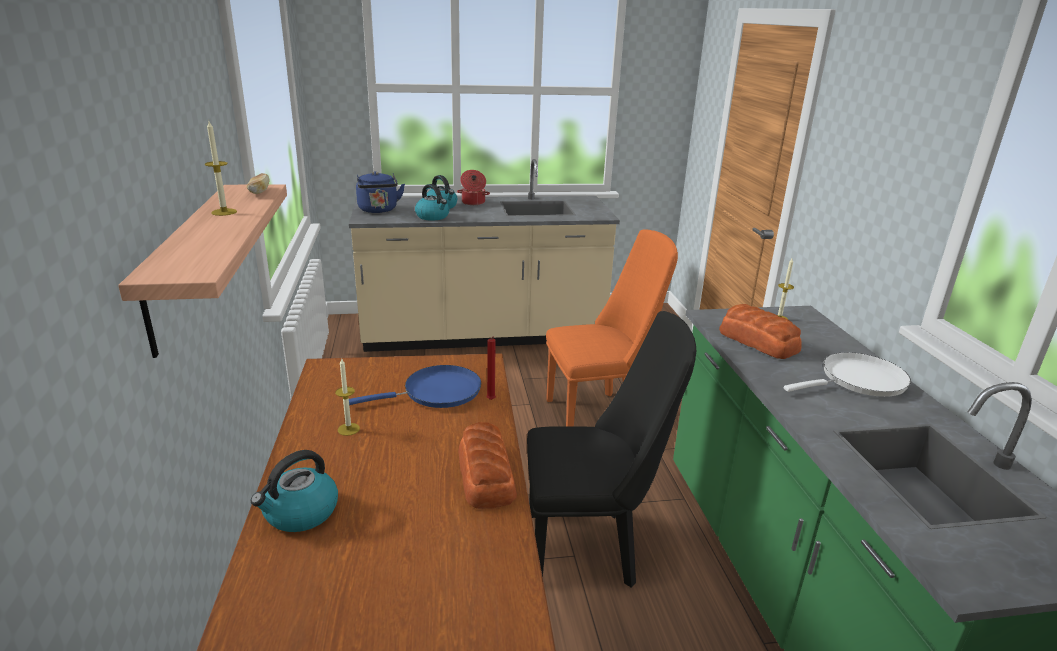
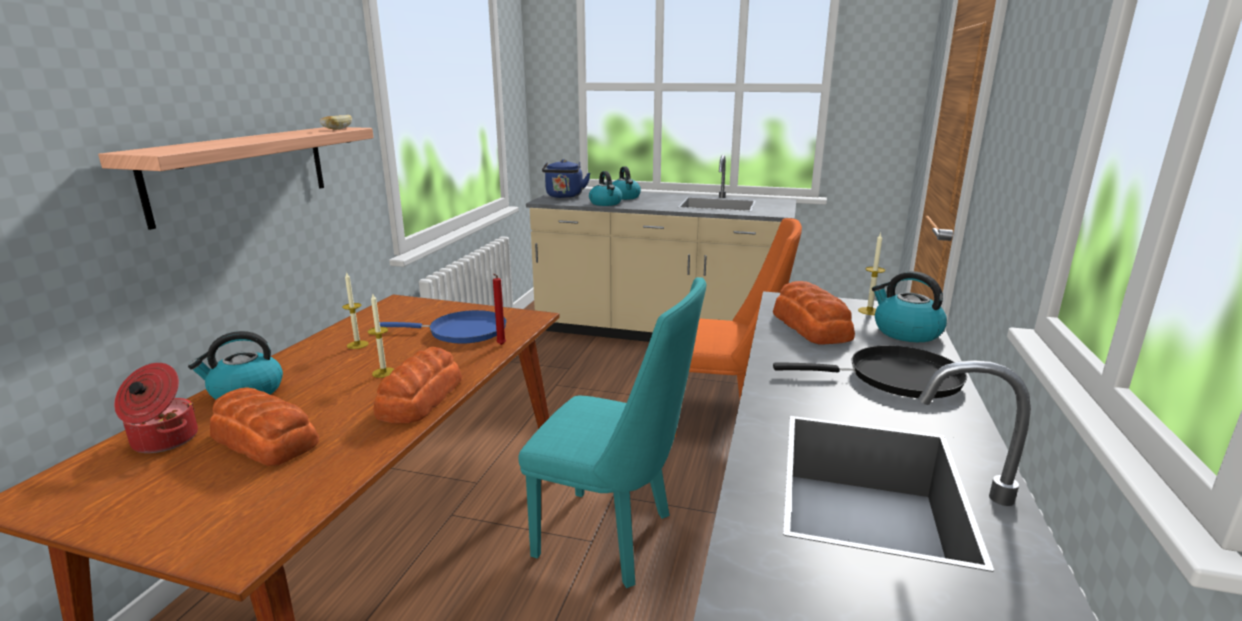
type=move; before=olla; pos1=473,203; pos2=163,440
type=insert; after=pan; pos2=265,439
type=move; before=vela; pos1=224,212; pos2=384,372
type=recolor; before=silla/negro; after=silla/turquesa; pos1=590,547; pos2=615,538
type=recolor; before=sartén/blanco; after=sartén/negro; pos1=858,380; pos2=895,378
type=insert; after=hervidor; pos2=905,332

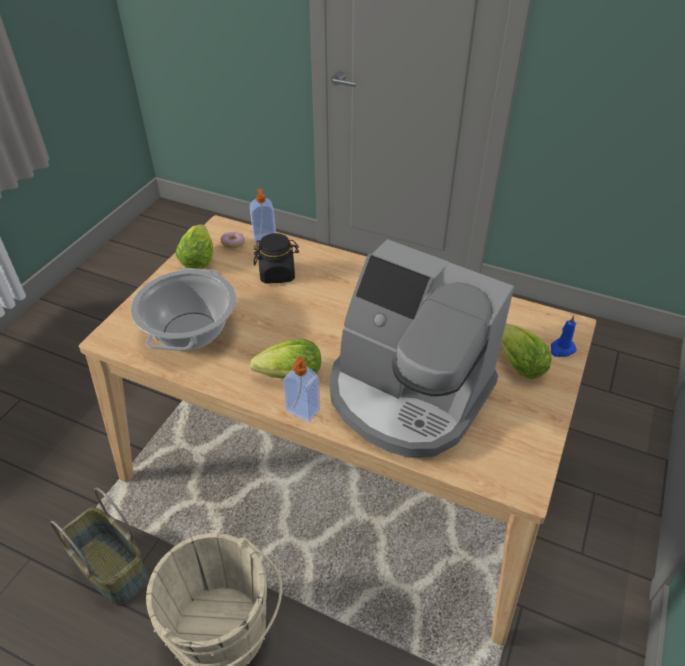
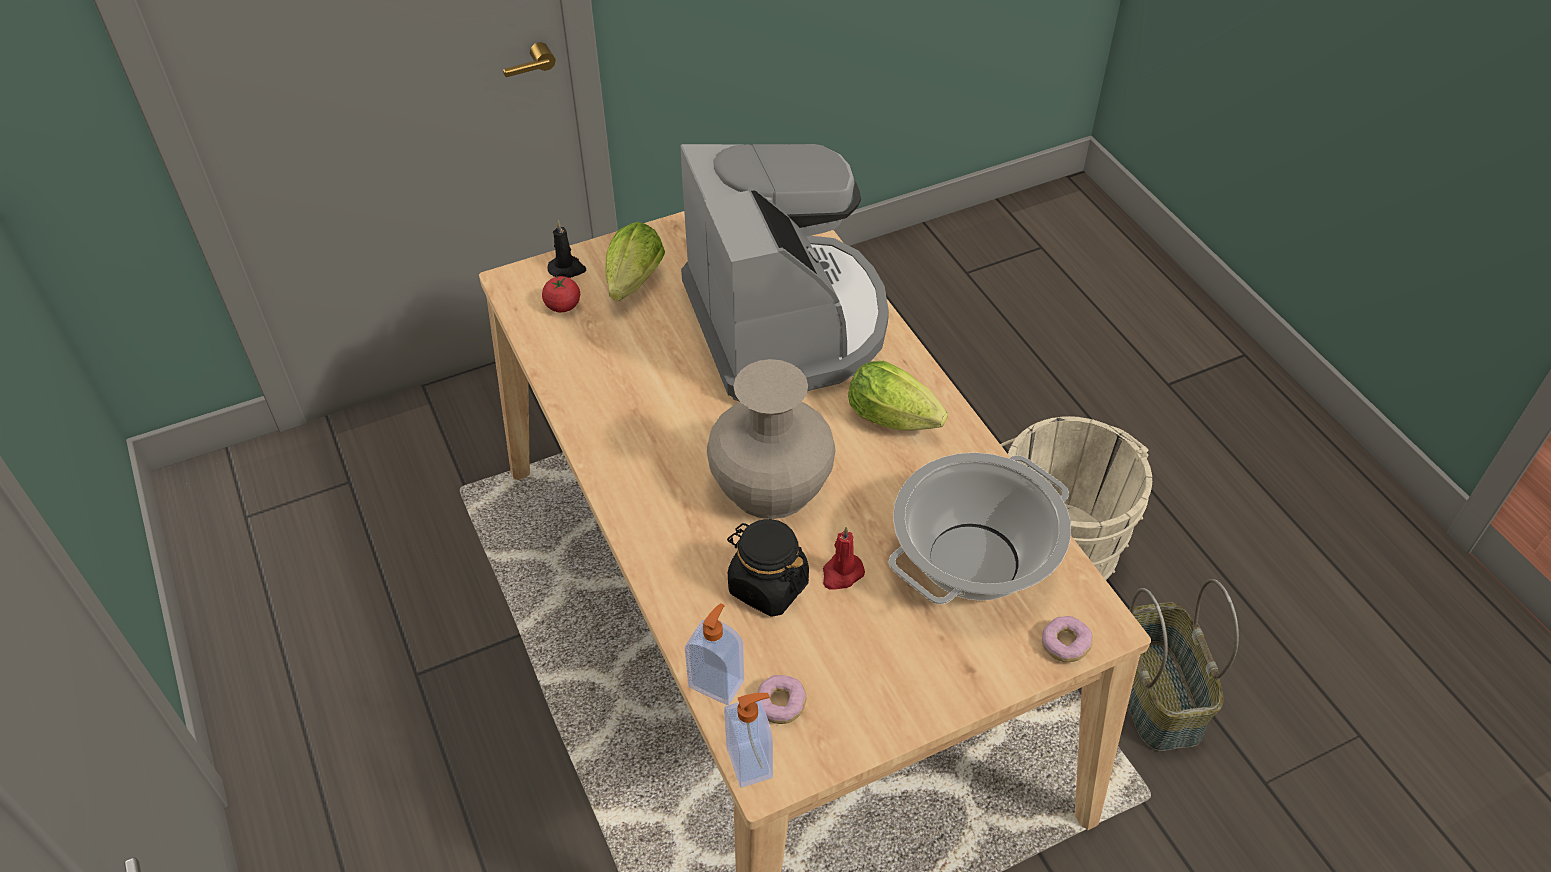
type=insert; after=tomate; pos2=563,306
type=recolor; before=vela/azul; after=vela/negro; pos1=561,349; pos2=567,269
type=insert; after=florero/beis; pos2=771,485
type=move; before=dispensador de jabón; pos1=302,411; pos2=751,762
type=insert; after=vela/rojo; pos2=841,574
type=insert; after=rosquilla; pos2=1065,645
type=delete; before=lechuga; pos1=199,258

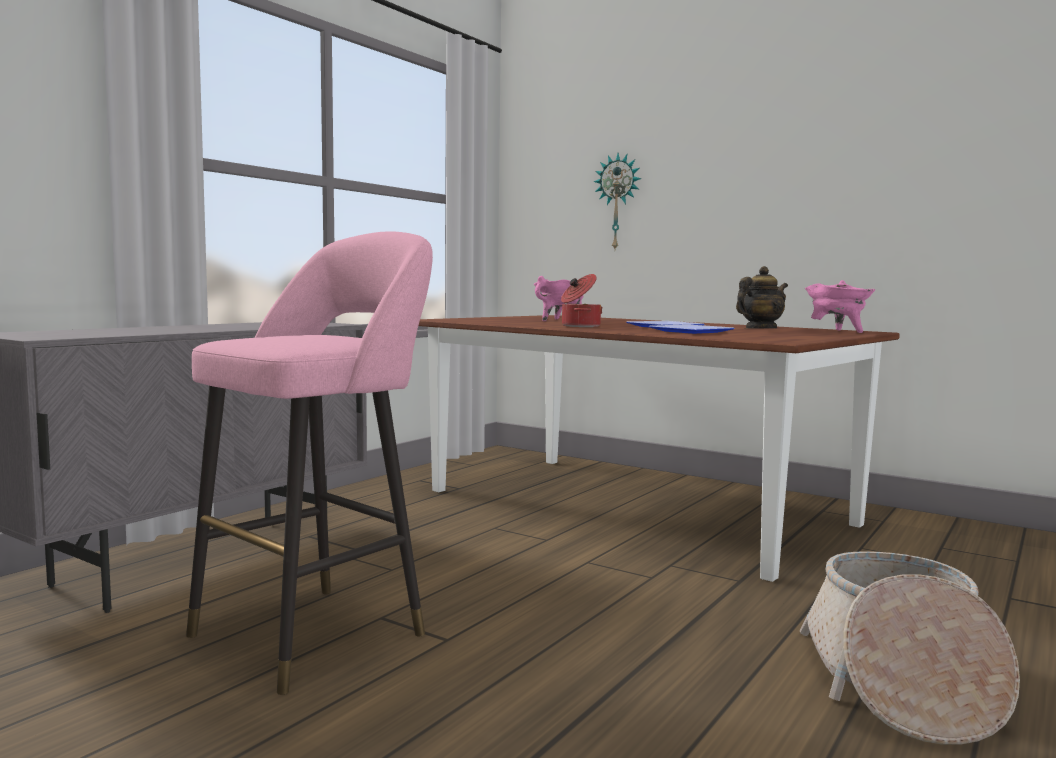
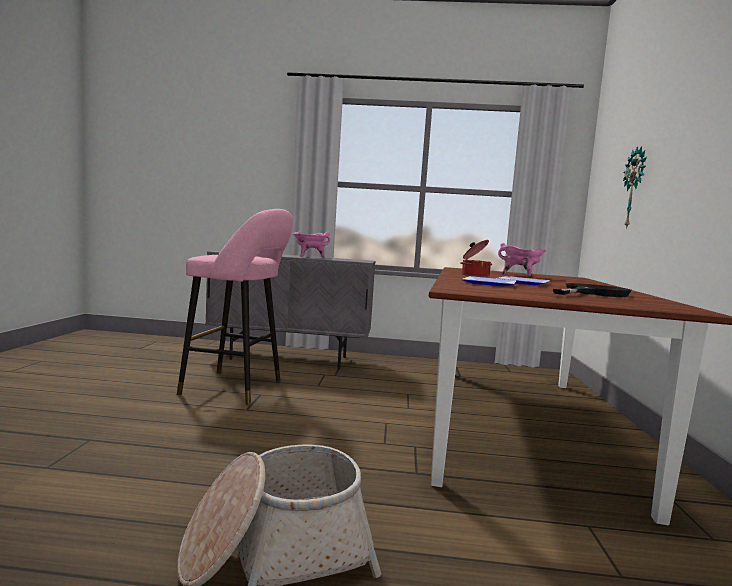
type=move; before=olla/rosa; pos1=838,331; pos2=309,256
type=replace; before=tetera; after=sartén/negro; pos1=760,329; pos2=591,293

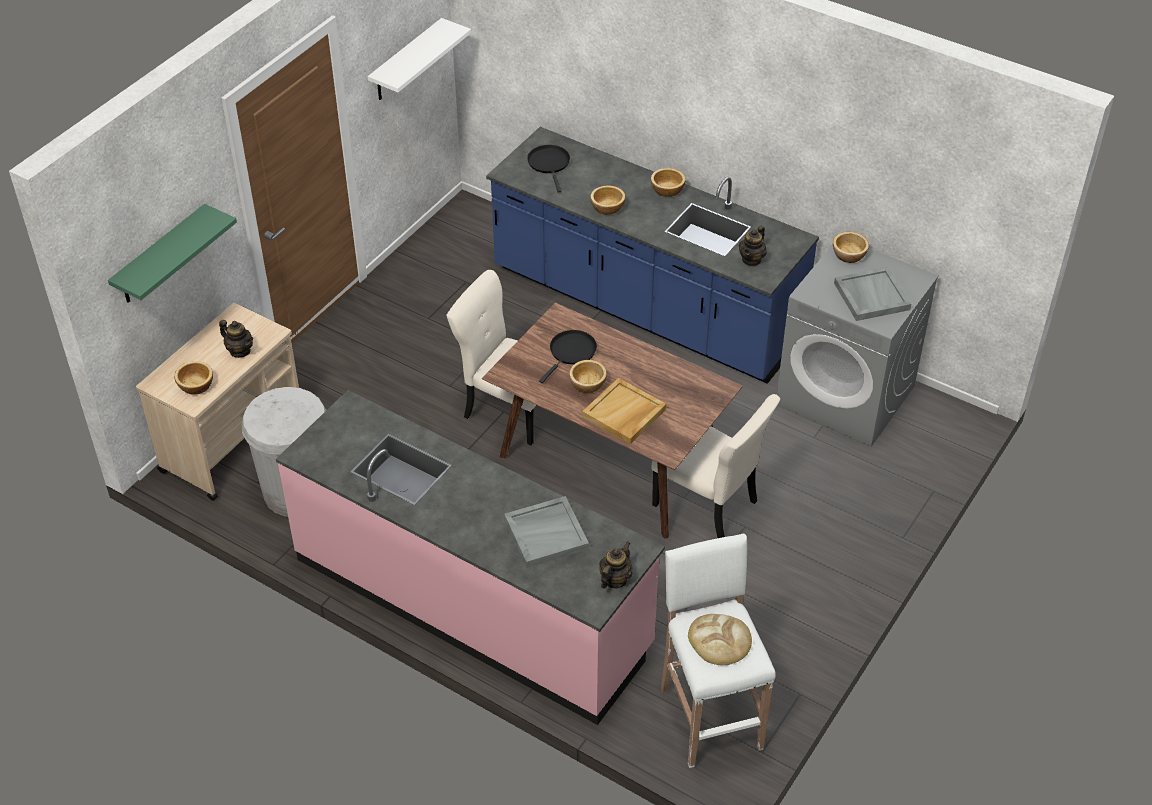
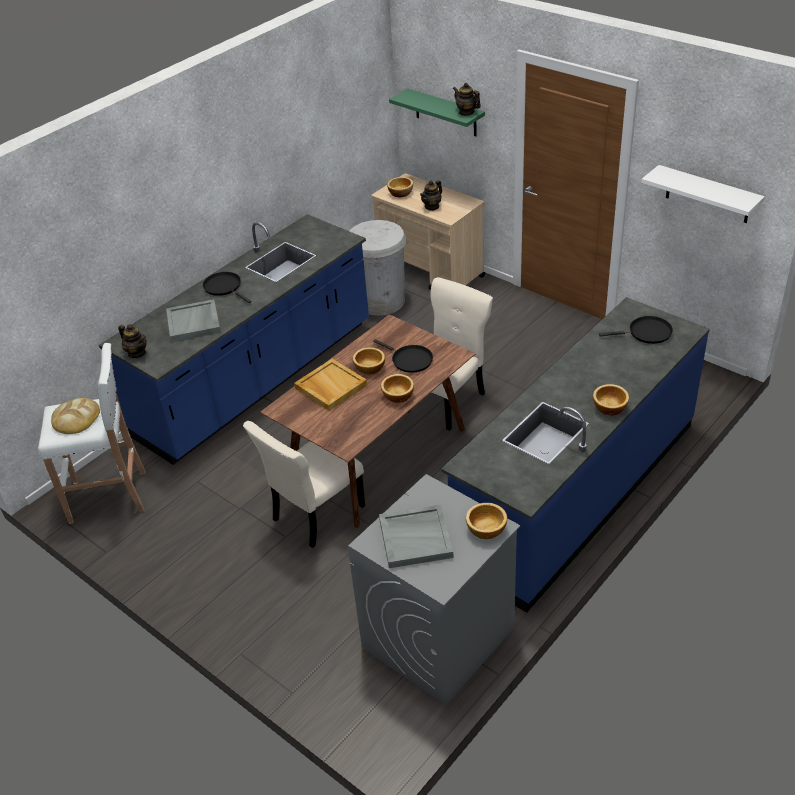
type=recolor; before=mueble bajo de cocina/rosa; after=mueble bajo de cocina/azul; pos1=473,602; pos2=257,380
type=insert; after=sartén/negro; pos2=224,287
type=move; before=cuenco; pos1=607,208; pos2=397,395
type=move; before=tetera; pos1=751,260; pos2=466,112

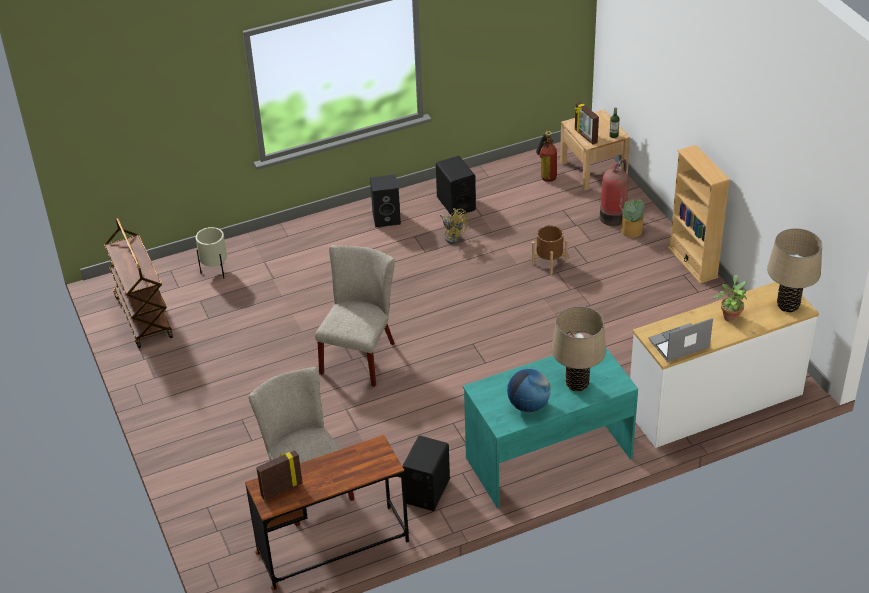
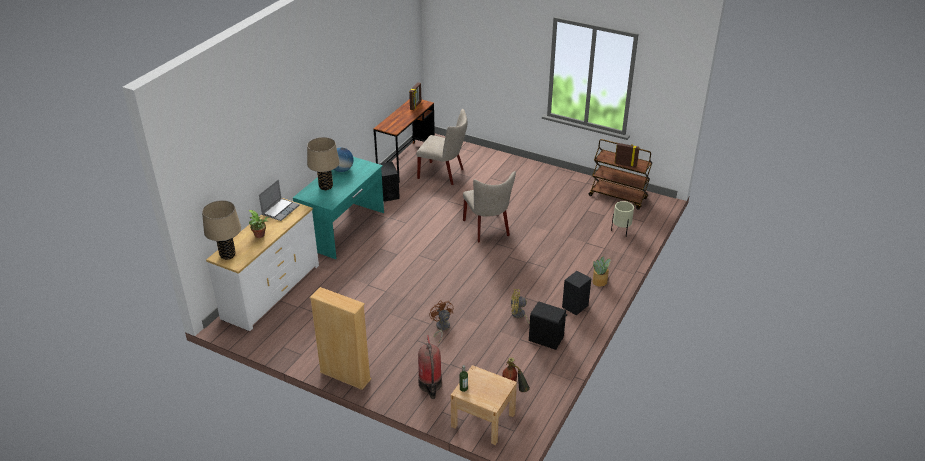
type=replace; before=maceta/marrón; after=ventilador/marrón; pos1=549,262; pos2=441,328
type=move; before=planta en maceta; pos1=631,231; pos2=600,281
type=move; before=portarretratos; pos1=585,136; pos2=625,164

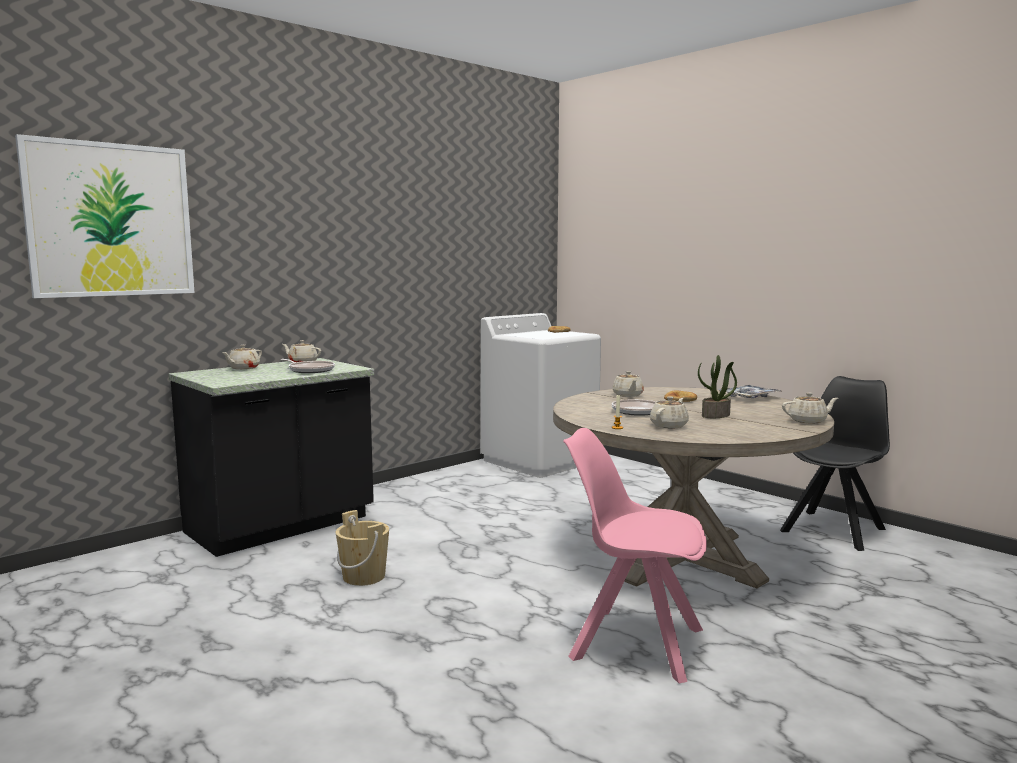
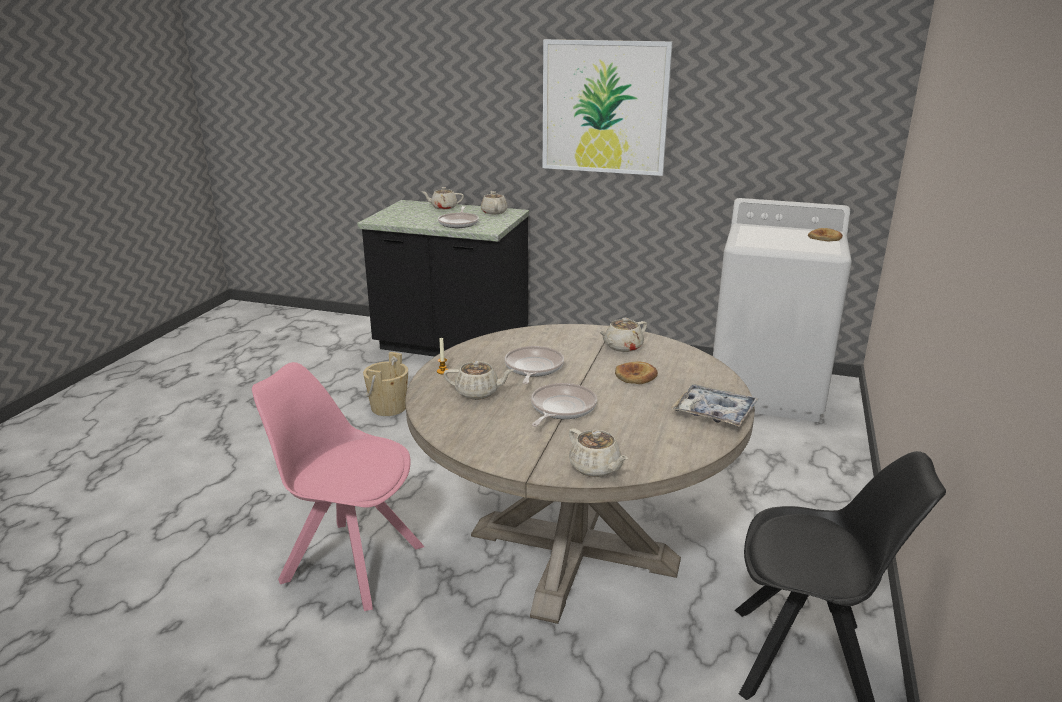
type=rotate; before=silla/rosa; pos1=633,643; pos2=349,562; turn=-60
type=replace; before=planta en maceta; after=sartén; pos1=716,415; pos2=561,408
type=move; before=cuadro; pos1=110,220; pos2=604,107

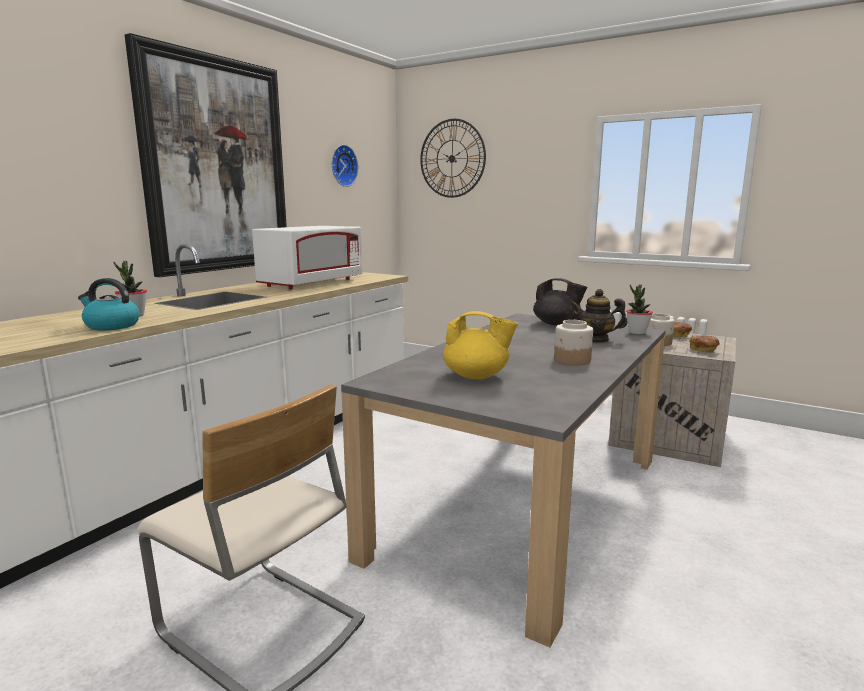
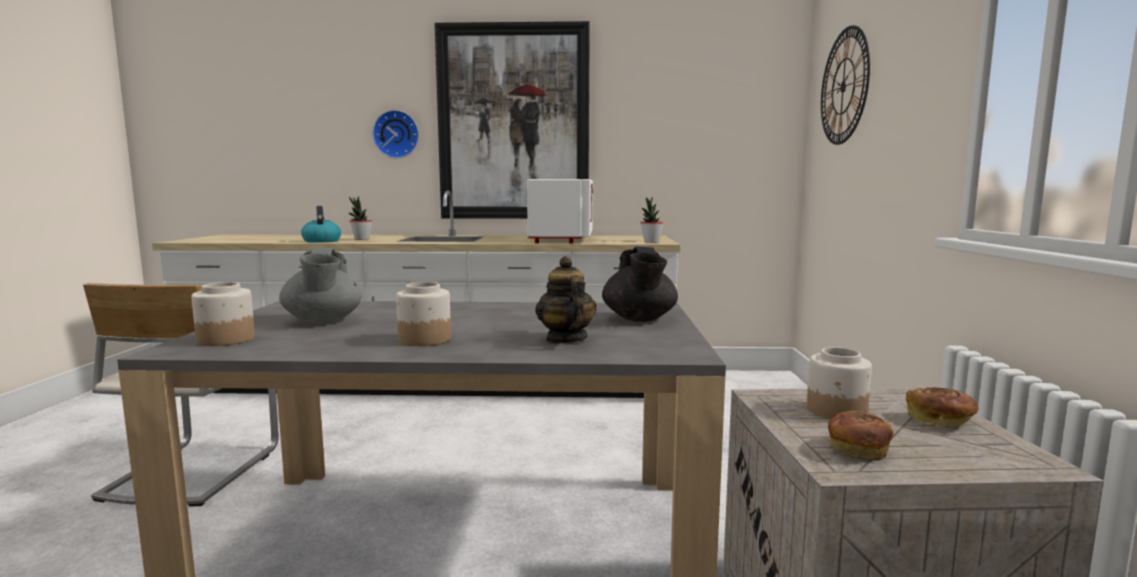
type=insert; after=tarro; pos2=225,340
type=recolor; before=tetera/amarillo; after=tetera/gris; pos1=477,376; pos2=323,321
type=move; before=reloj de pared; pos1=342,166; pos2=397,134
type=rotate; before=microondas/blanco; pos1=311,283; pos2=562,239; turn=-90
type=move; before=planta en maceta; pos1=637,332; pos2=651,242

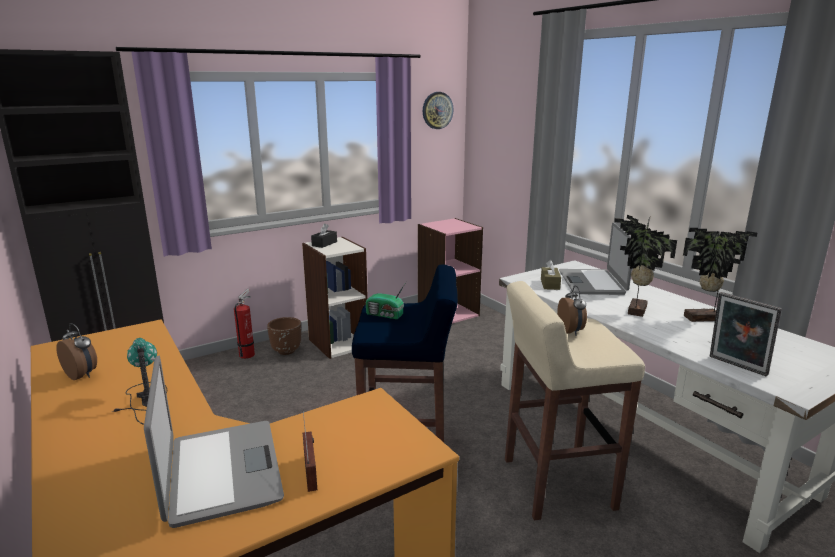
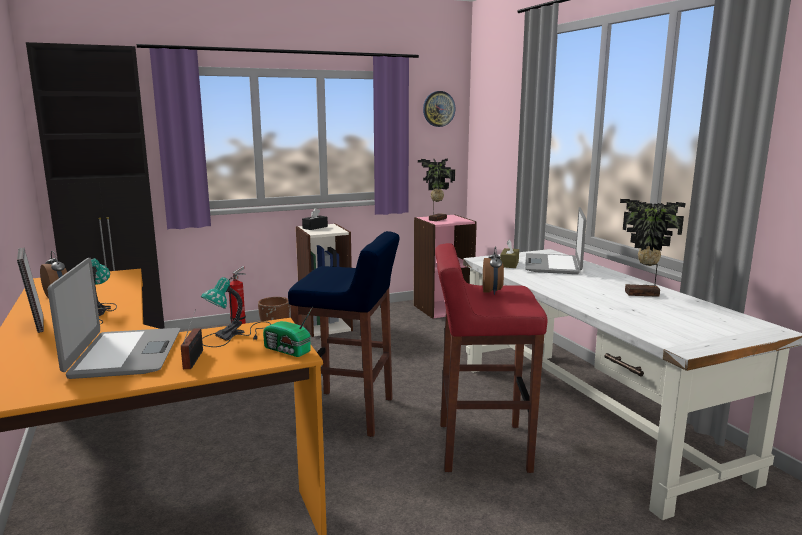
type=move; before=portarretratos; pos1=736,366; pos2=36,324
type=insert; after=lámpara de mesa; pos2=236,335
type=move; before=radio; pos1=385,315; pos2=287,350
type=move; before=planta en maceta; pos1=634,310; pos2=436,219
type=recolor; before=taburete/beis; after=taburete/rojo; pos1=556,483; pos2=481,447

